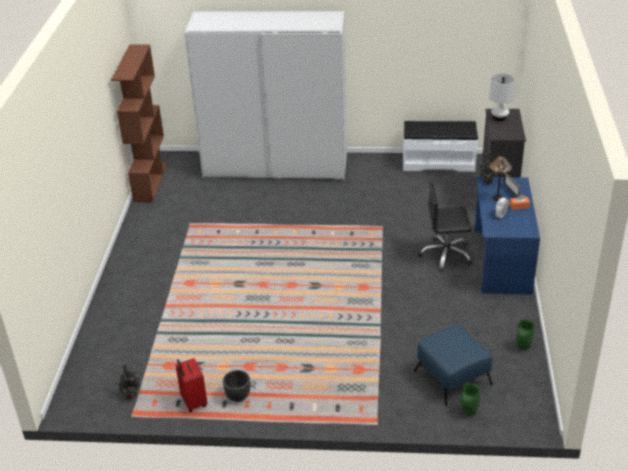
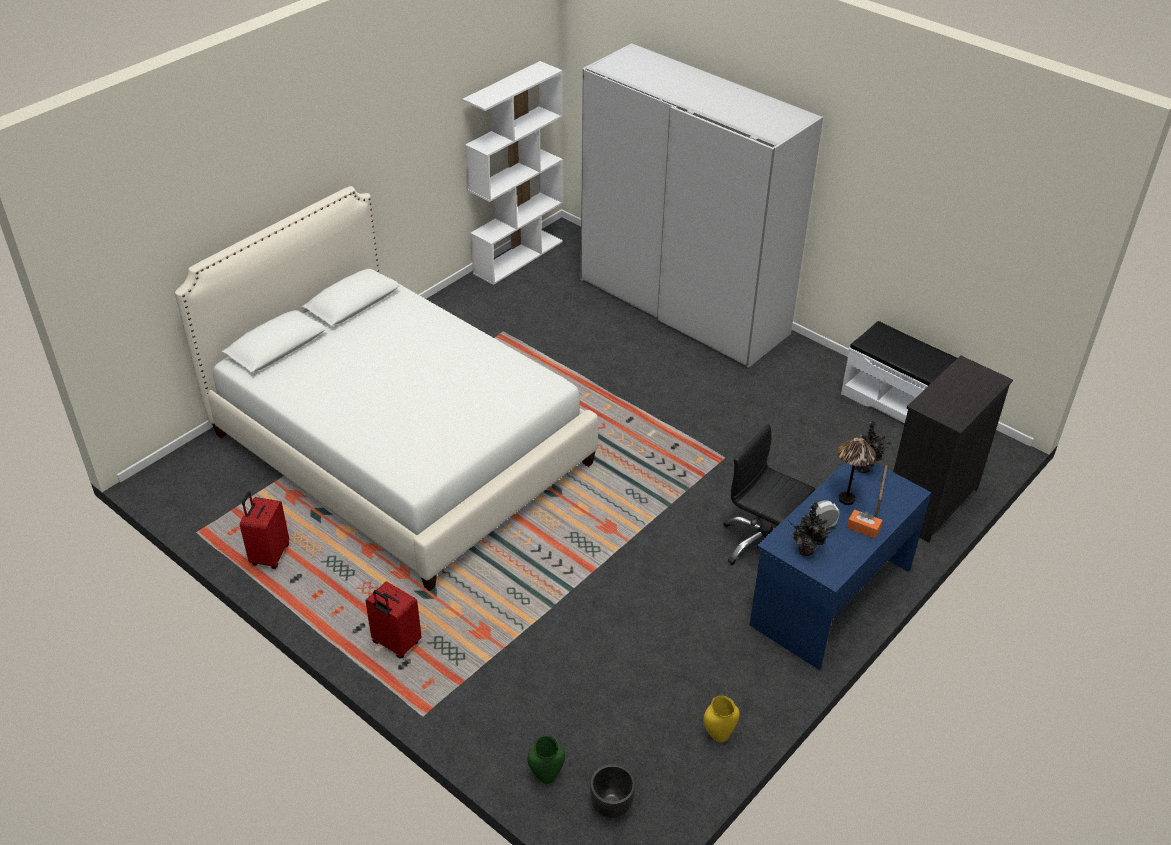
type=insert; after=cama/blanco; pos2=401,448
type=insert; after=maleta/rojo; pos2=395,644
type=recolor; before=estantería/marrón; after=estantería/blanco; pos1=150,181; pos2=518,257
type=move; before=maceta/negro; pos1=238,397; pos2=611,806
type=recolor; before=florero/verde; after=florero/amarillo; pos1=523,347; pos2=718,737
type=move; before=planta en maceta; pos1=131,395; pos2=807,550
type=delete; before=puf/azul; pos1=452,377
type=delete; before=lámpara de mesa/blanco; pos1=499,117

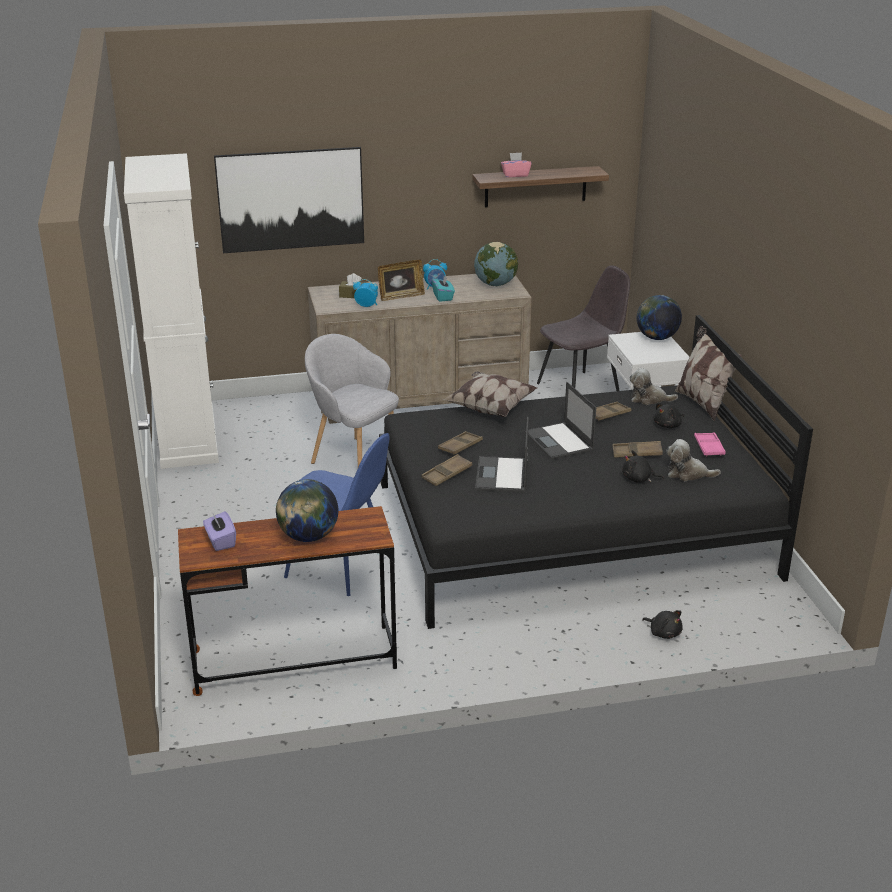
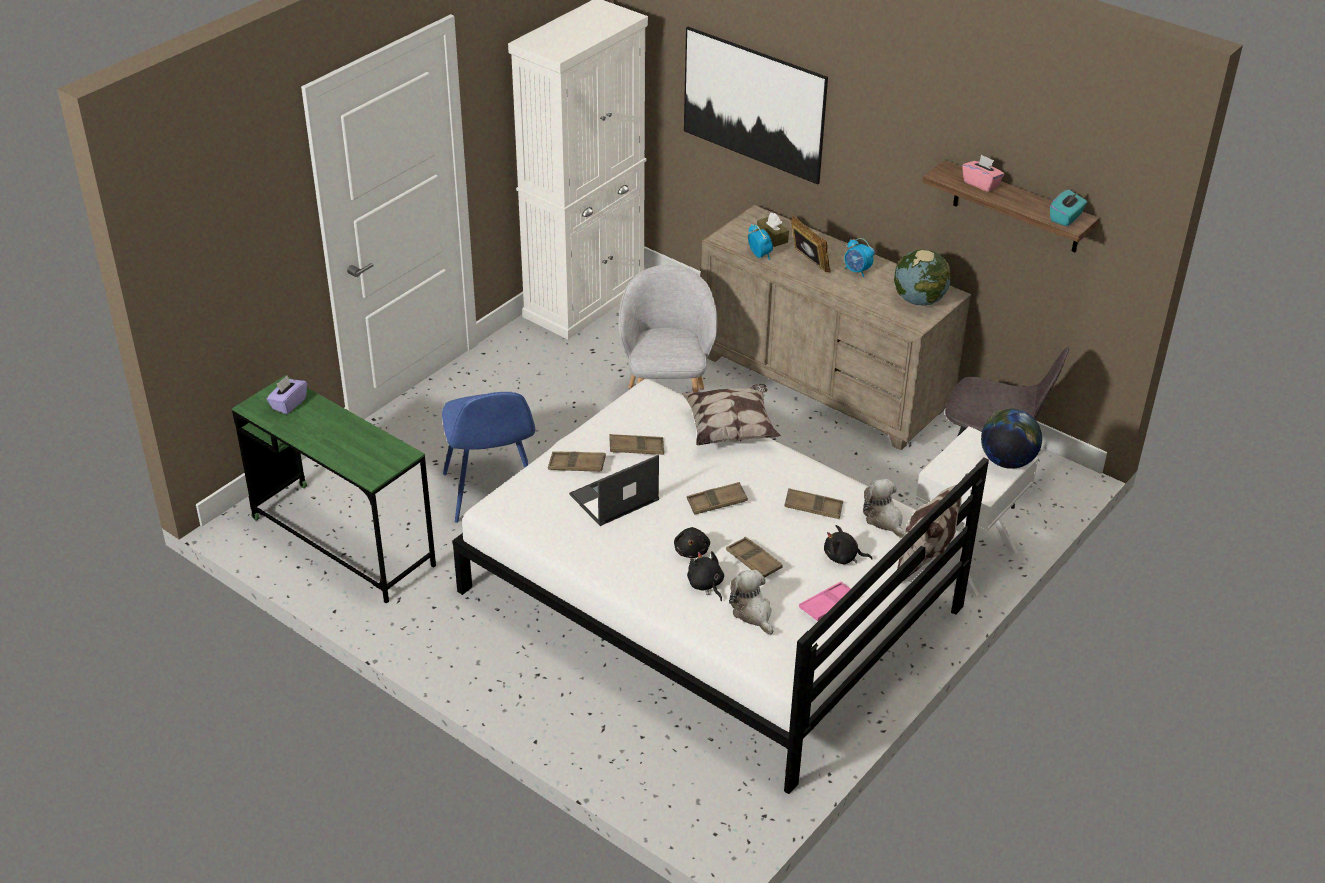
type=recolor; before=escritorio/marrón; after=escritorio/verde; pos1=293,660; pos2=342,542
type=recolor; before=cama/negro; after=cama/blanco; pos1=572,529; pos2=709,600
type=move; before=peluche/negro; pos1=664,633; pos2=691,550
type=replace; before=portátil; after=bandeja/marrón; pos1=559,441; pos2=717,502
type=rotate; before=portarretratos; pos1=401,296; pos2=808,262; turn=-150
type=move; before=caja de pañuelos/turquesa; pos1=443,297; pos2=1066,218
type=delete; before=globo terráqueo; pos1=308,537

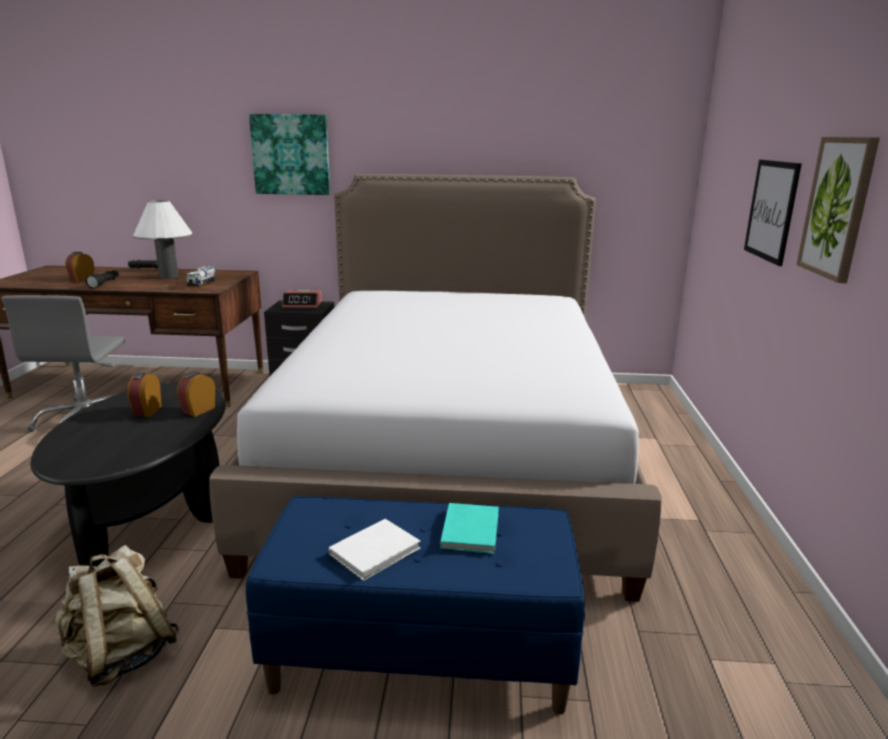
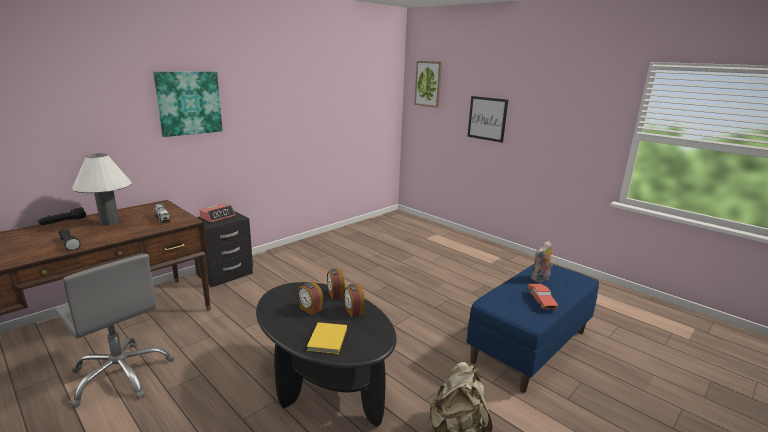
type=insert; after=libro/amarillo; pos2=326,340
type=move; before=despertador; pos1=82,279; pos2=353,311
type=move; before=cuadro; pos1=838,207; pos2=428,84
type=replace; before=libro/blanco; after=coche de juguete/rojo; pos1=377,551; pos2=541,300
type=replace; before=libro/turquesa; after=peluche; pos1=471,529; pos2=540,279
type=delete; before=cama; pos1=449,454

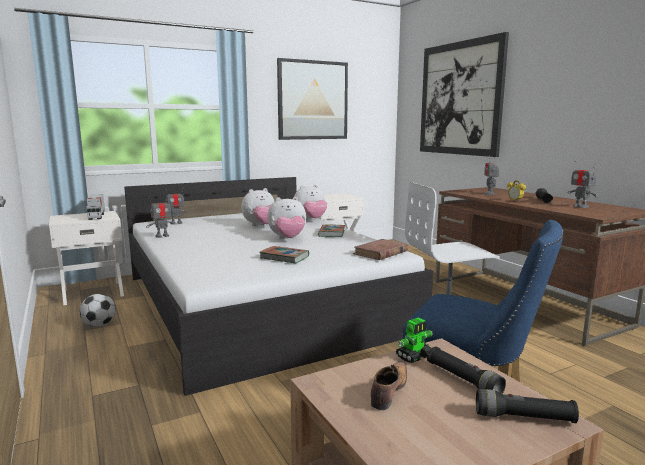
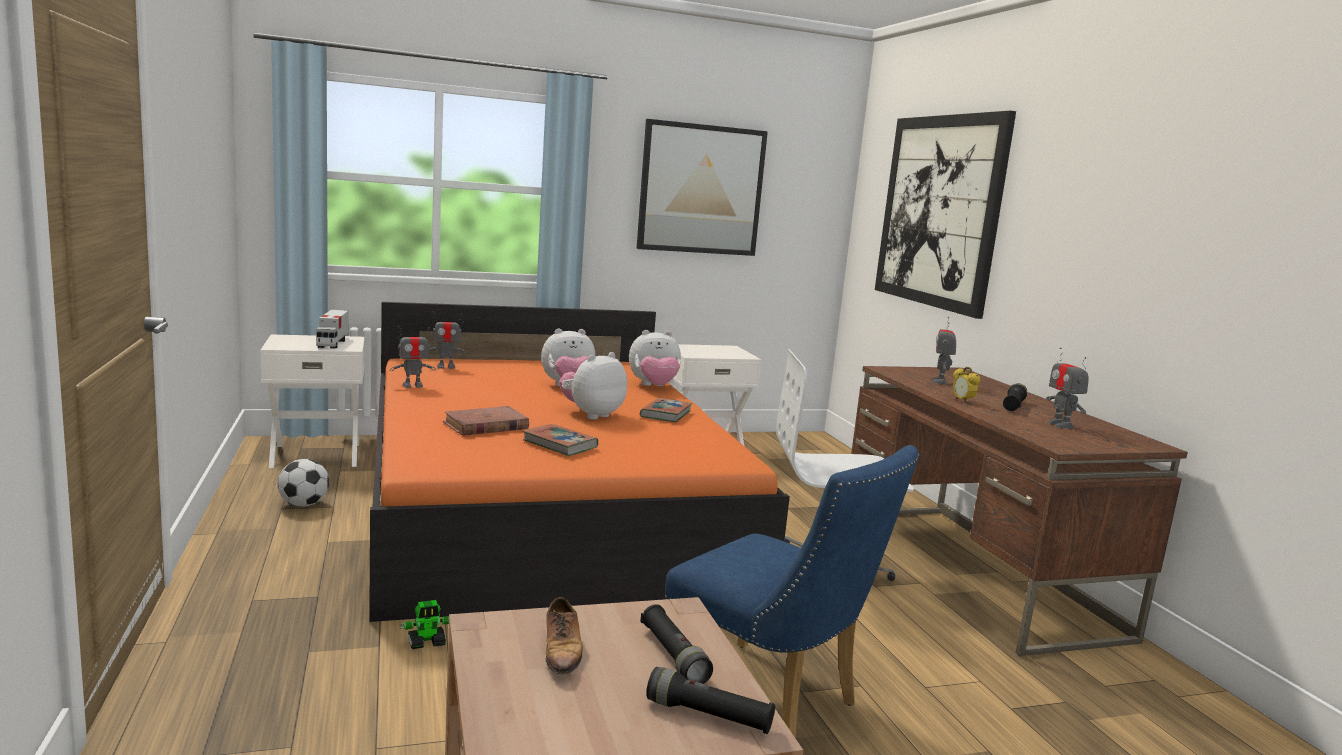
type=recolor; before=cama/blanco; after=cama/naranja; pos1=259,302; pos2=544,505
type=move; before=robot de juguete; pos1=415,356; pos2=427,643
type=move; before=libro/marrón; pos1=380,252; pos2=485,426
type=rotate; before=zapato; pos1=389,391; pos2=562,651; turn=135
type=rotate; before=peluche; pos1=288,239; pos2=591,414; turn=135

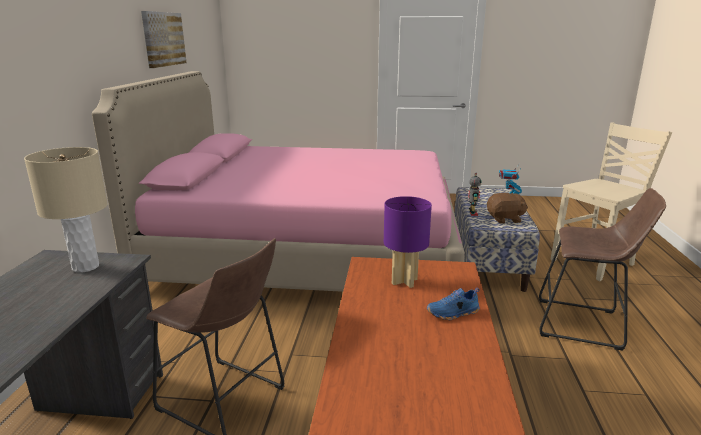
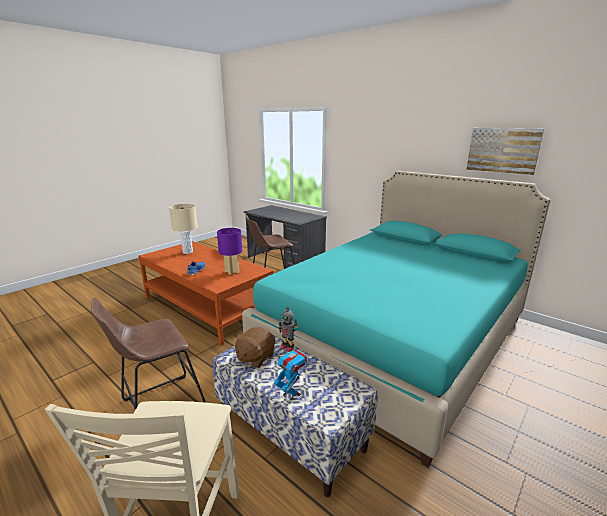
type=move; before=lámpara de mesa/beis; pos1=86,267; pos2=187,252
type=recolor; before=cama/rosa; after=cama/turquesa; pos1=308,253; pos2=394,337

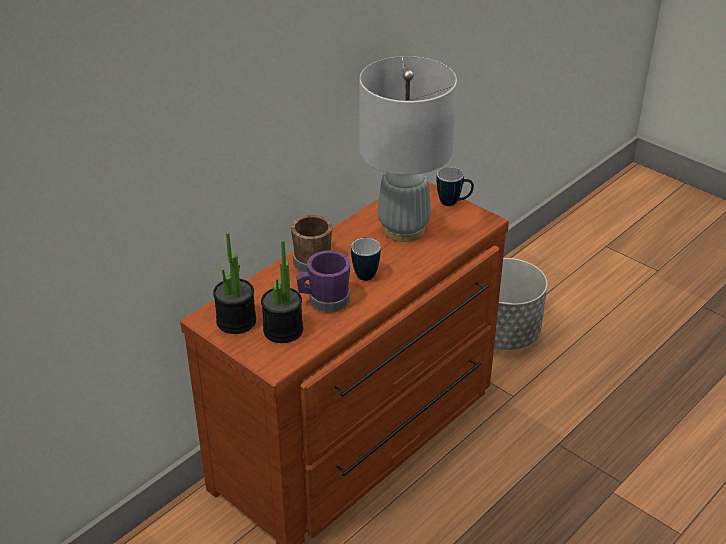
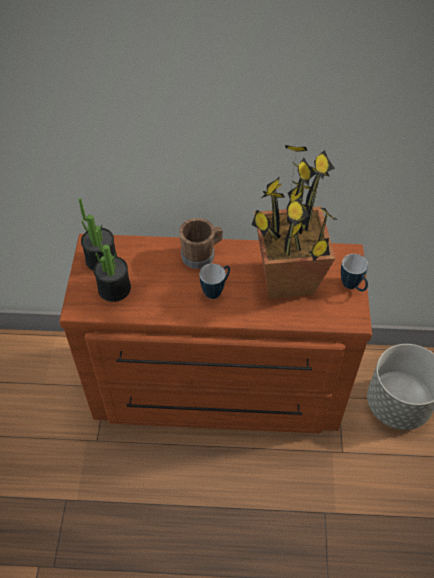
type=replace; before=lámpara de mesa/gris; after=planta en maceta; pos1=403,229; pos2=287,279
type=delete; before=taza grande/morado; pos1=324,301

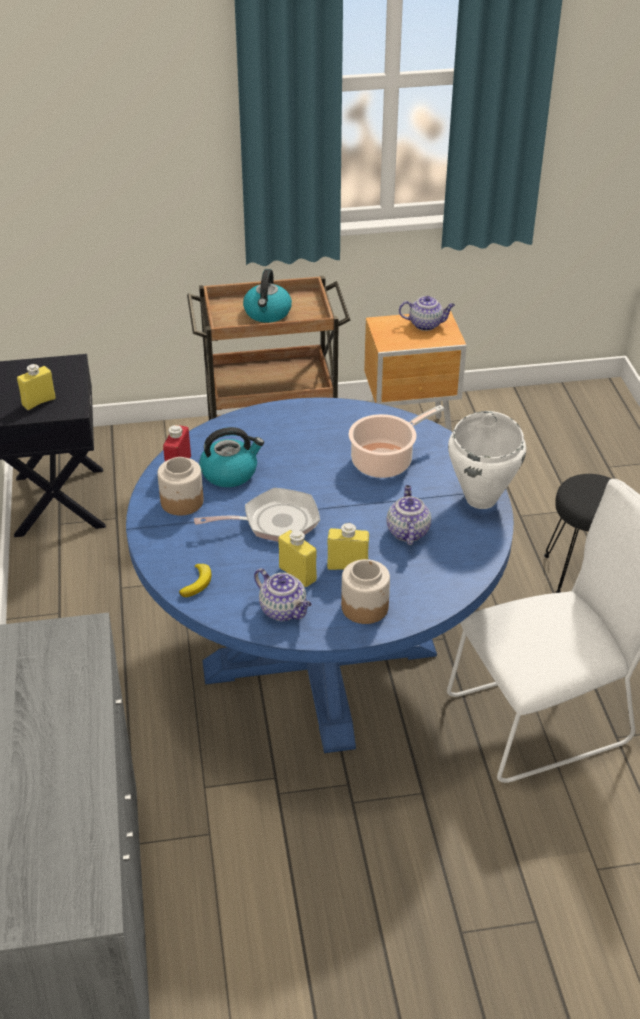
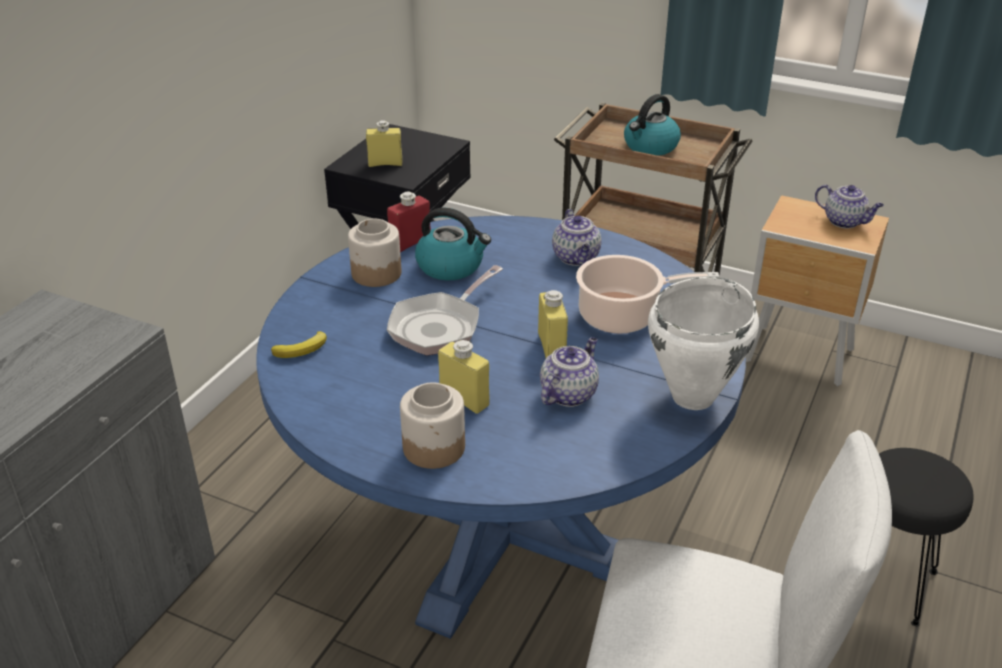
type=rotate; before=sartén; pos1=274,522; pos2=440,326; turn=105
type=move; before=botella/amarillo; pos1=297,574; pos2=551,347
type=move; before=tetera; pos1=284,610; pos2=576,258

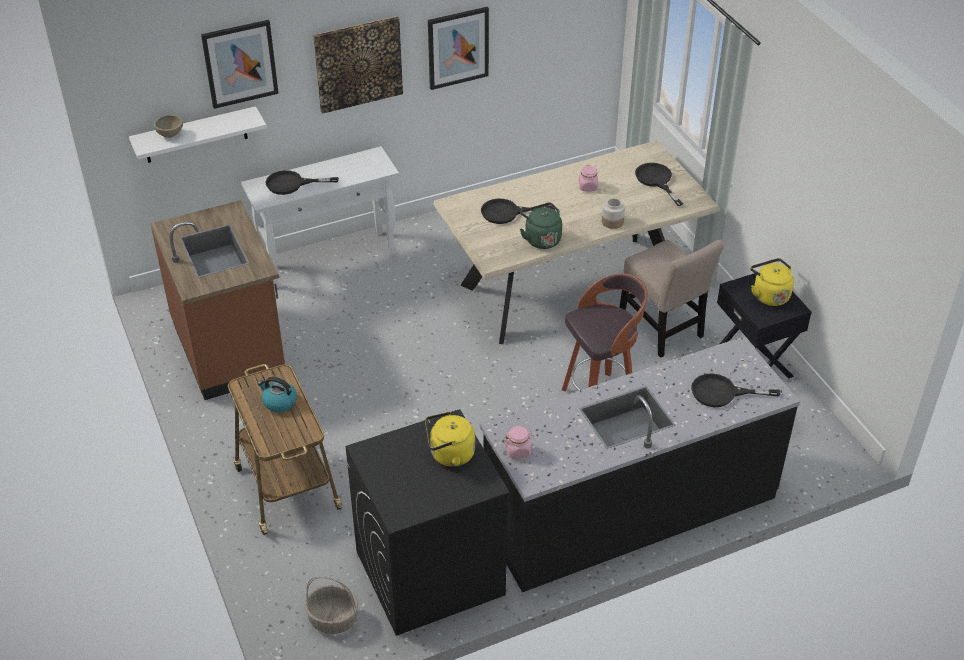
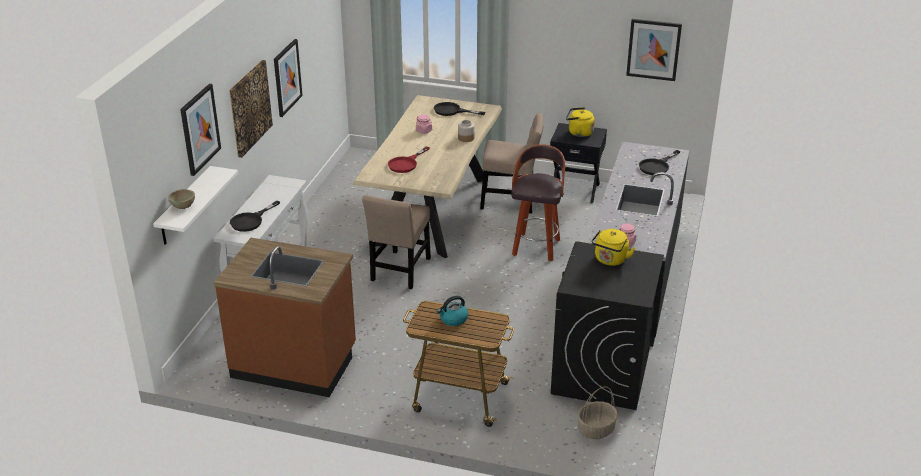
type=insert; after=silla/beis; pos2=400,271
type=recolor; before=sartén/negro; after=sartén/rojo; pos1=507,213; pos2=406,164
type=insert; after=cuadro; pos2=653,49
type=delete; before=hervidor/verde; pos1=541,239

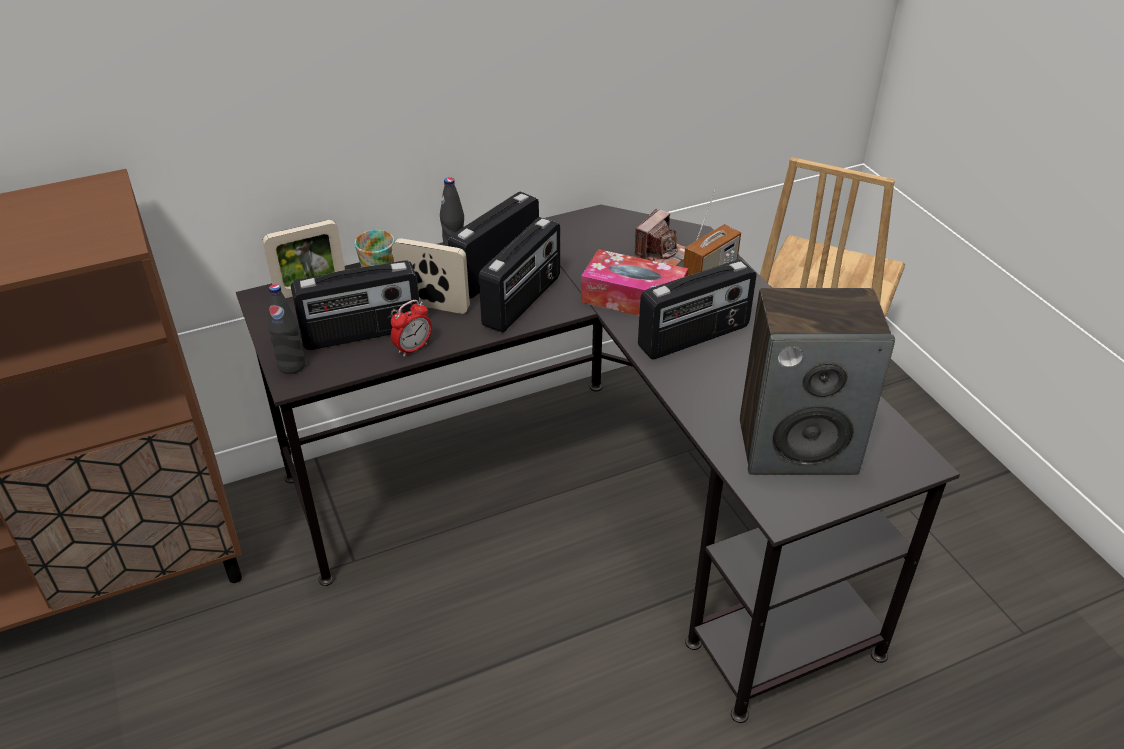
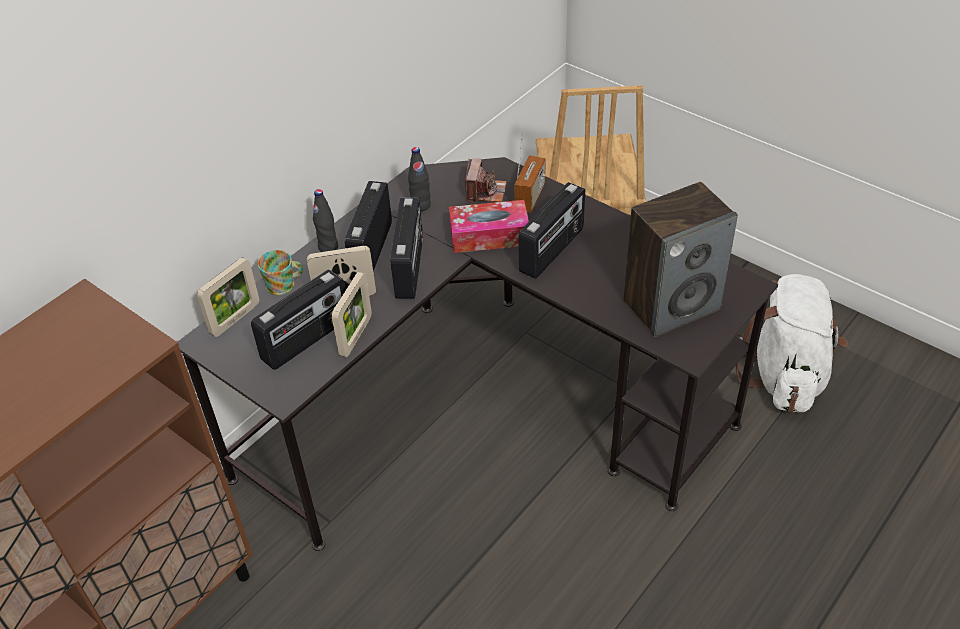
type=replace; before=despertador; after=portarretratos; pos1=413,348; pos2=356,336
type=move; before=botella/negro; pos1=291,366; pos2=421,205
type=insert; after=mochila/blanco; pos2=783,376

